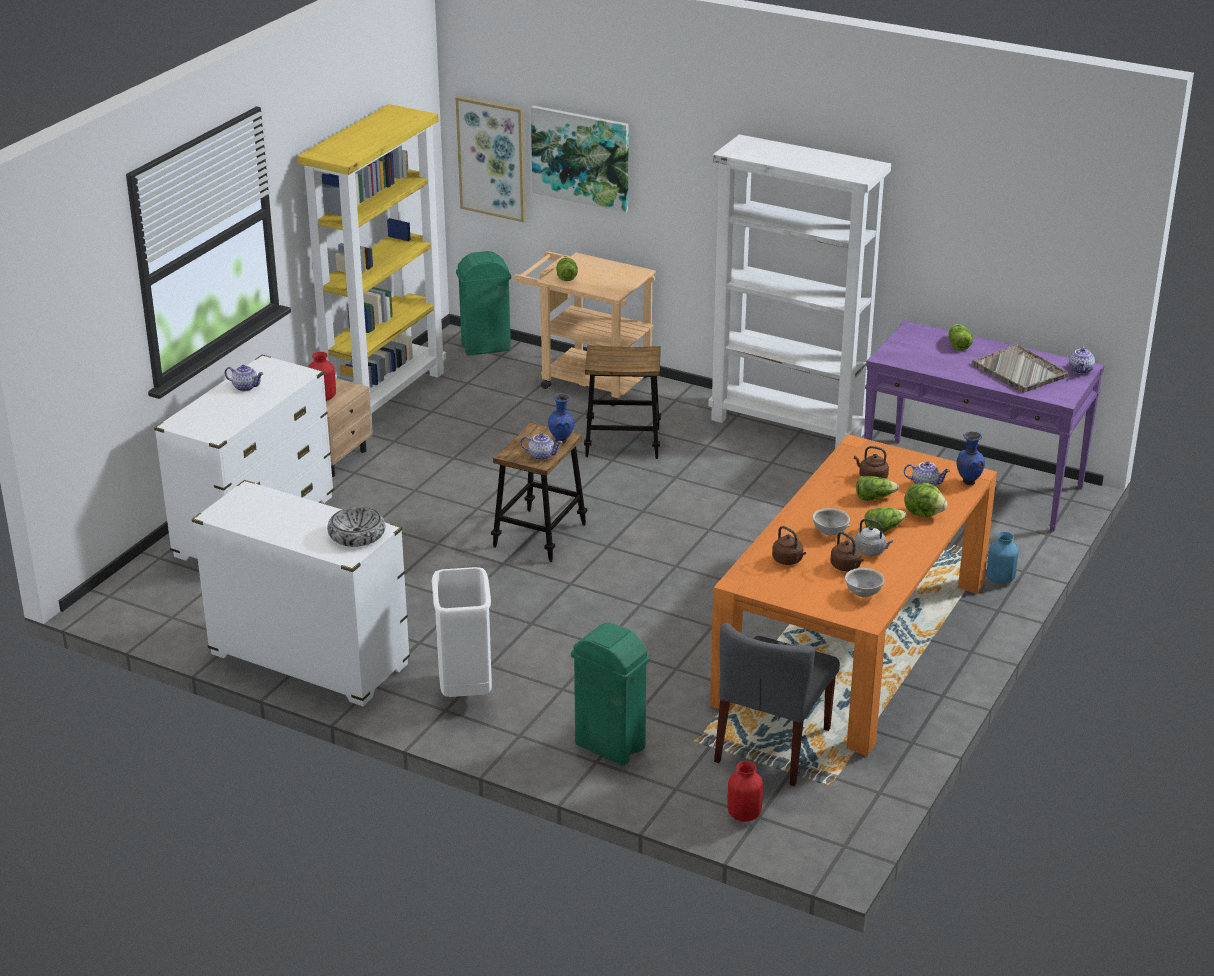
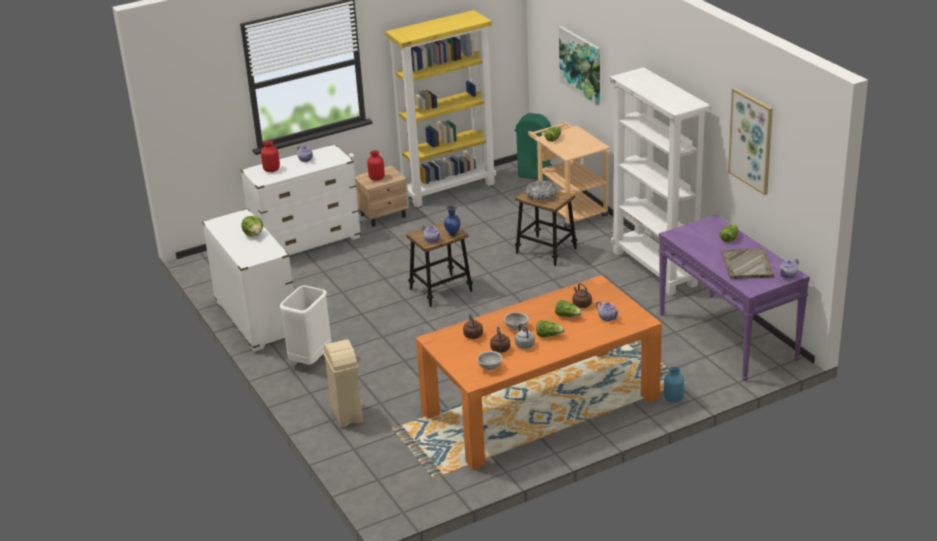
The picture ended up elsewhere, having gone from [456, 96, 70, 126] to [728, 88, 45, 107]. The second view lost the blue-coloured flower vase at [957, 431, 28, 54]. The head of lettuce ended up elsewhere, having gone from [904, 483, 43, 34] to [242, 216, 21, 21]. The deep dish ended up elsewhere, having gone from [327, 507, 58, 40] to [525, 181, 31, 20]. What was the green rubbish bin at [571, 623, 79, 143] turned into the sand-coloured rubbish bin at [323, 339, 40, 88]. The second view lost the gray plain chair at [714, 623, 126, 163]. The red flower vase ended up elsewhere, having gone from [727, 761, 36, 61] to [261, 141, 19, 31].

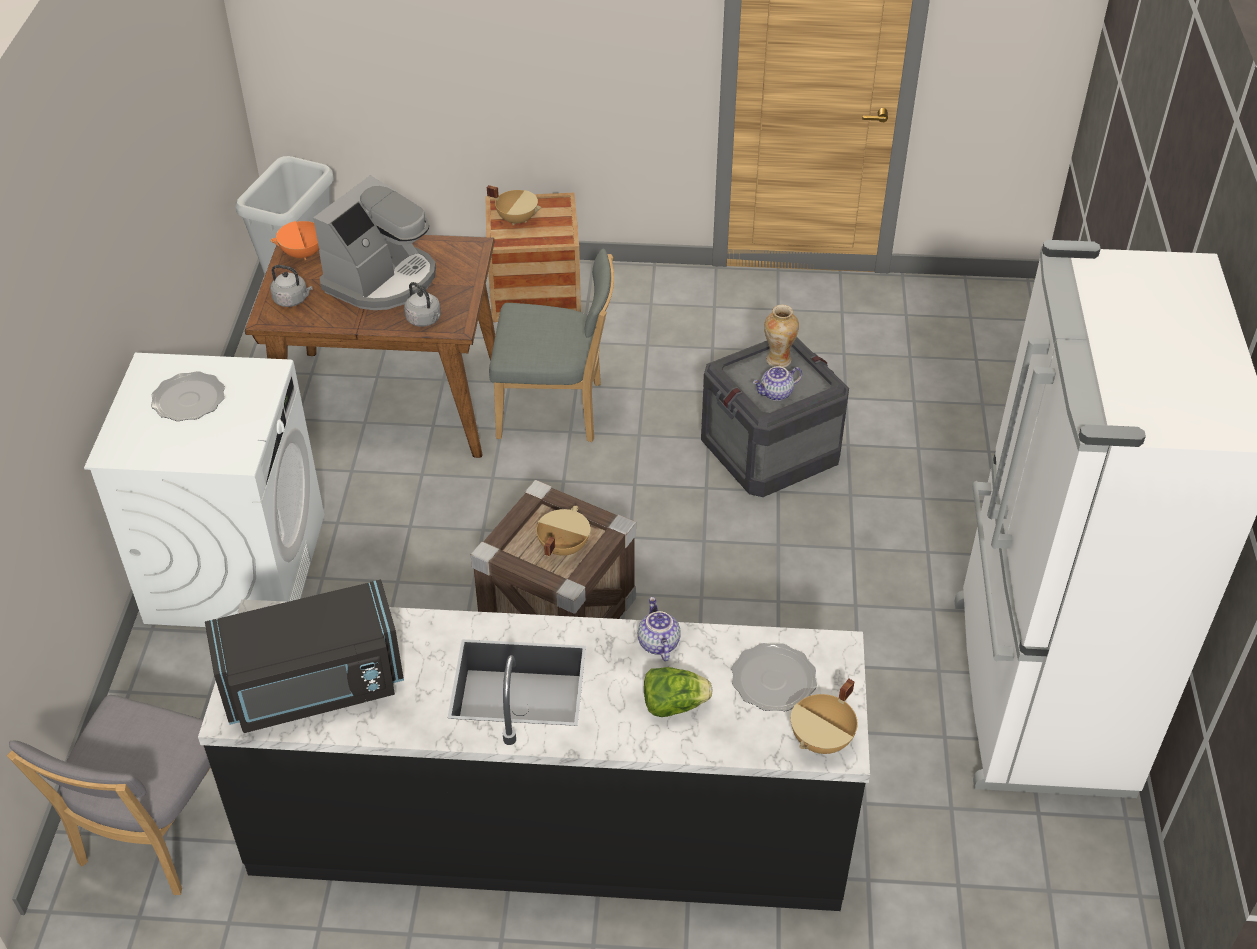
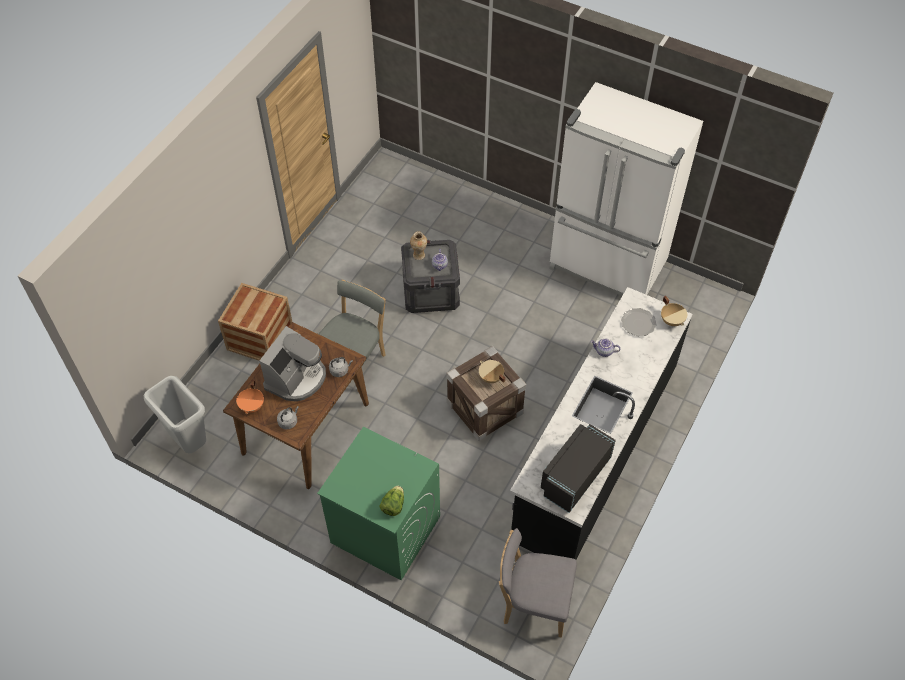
The coffee brewer at [313, 175, 123, 135] ended up facing another way, 60 degrees clockwise from before. The second view lost the sand-coloured saucepot at [487, 185, 54, 41]. What was the whitish laundry machine at [84, 353, 240, 274] turned into the green laundry machine at [317, 427, 123, 153]. The second view lost the plate at [151, 371, 74, 50]. The black-coloured kitchen microwave at [205, 580, 199, 153] ended up facing another way, 150 degrees counterclockwise from before. The head of lettuce ended up elsewhere, having gone from [644, 667, 69, 50] to [380, 486, 24, 30]. The gray plain chair at [7, 695, 204, 200] ended up facing another way, 150 degrees clockwise from before.

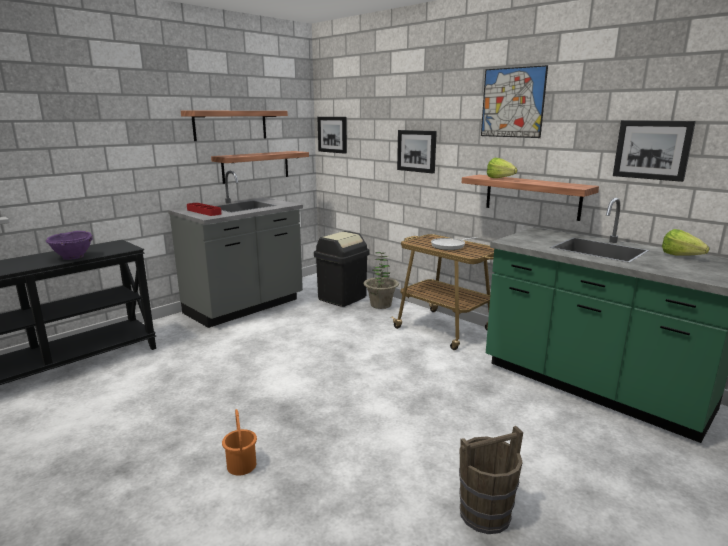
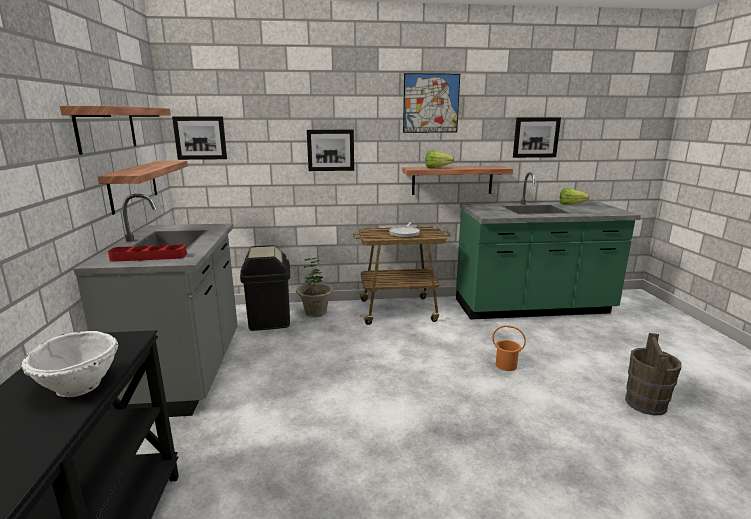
What was the purple-coloured deep dish at [46, 231, 47, 29] turned into the whitish deep dish at [21, 331, 97, 66]. The orangey water bucket ended up elsewhere, having gone from [222, 409, 35, 67] to [492, 325, 34, 46].

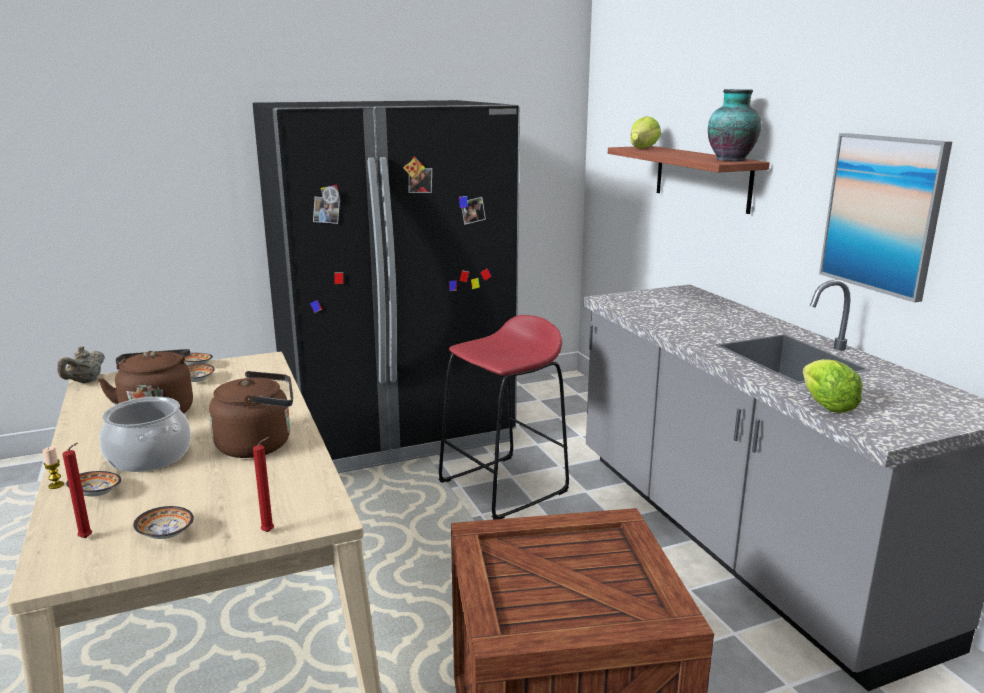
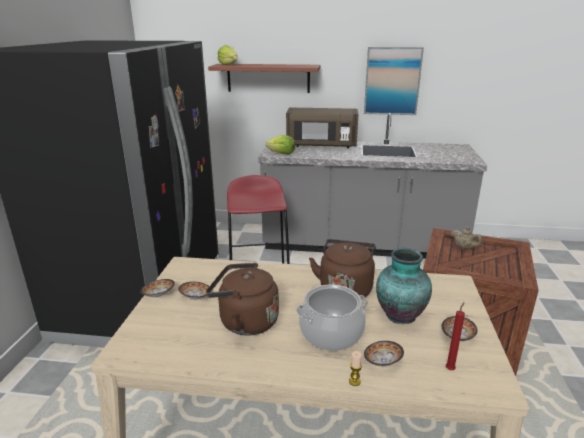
The flower vase ended up elsewhere, having gone from [708, 89, 53, 72] to [376, 248, 56, 76]. The sand-coloured teapot ended up elsewhere, having gone from [57, 346, 48, 37] to [450, 227, 32, 23]. The head of lettuce ended up elsewhere, having gone from [803, 359, 60, 54] to [266, 135, 29, 19]. The second view lost the red wax light at [253, 437, 21, 95]. The second view gained the brownish kitchen microwave at [286, 108, 72, 40].

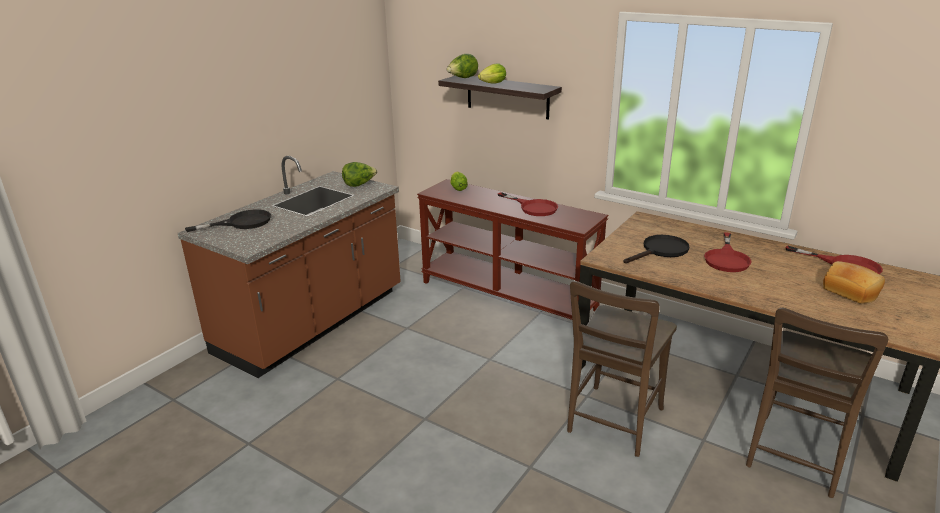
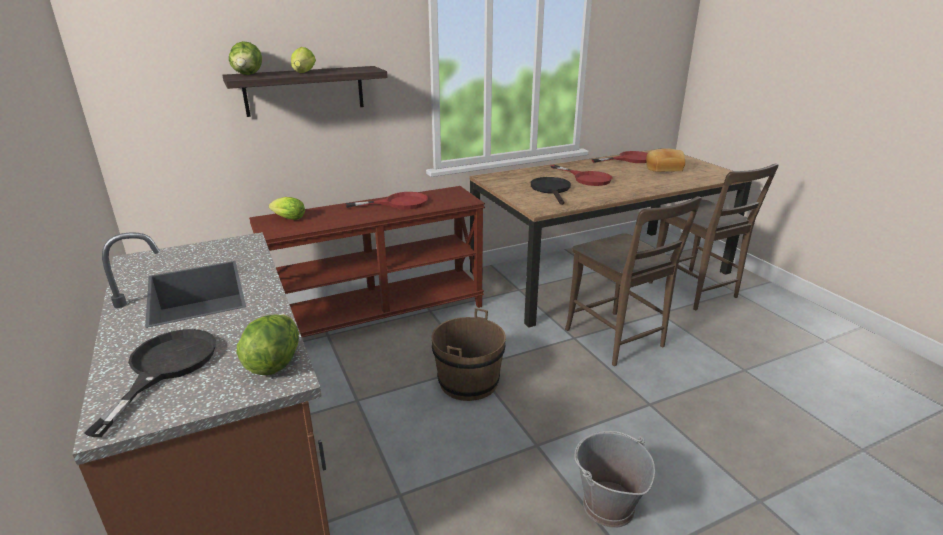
The head of lettuce ended up elsewhere, having gone from [342, 162, 35, 25] to [237, 314, 62, 61]. The second view gained the brownish water bucket at [431, 308, 75, 93]. The second view gained the gray water bucket at [574, 431, 81, 97].

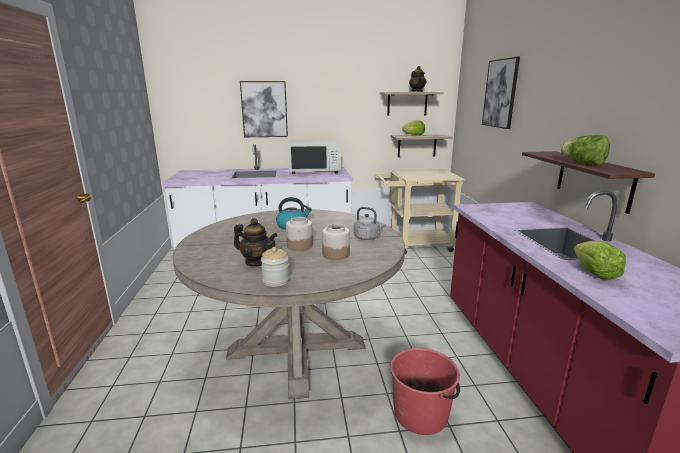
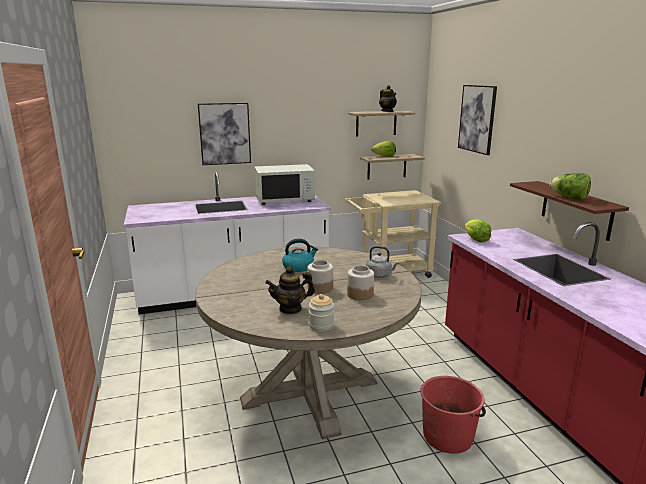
The teapot at [234, 218, 44, 48] ended up facing another way, 150 degrees clockwise from before. The head of lettuce ended up elsewhere, having gone from [574, 241, 52, 39] to [465, 219, 26, 23].

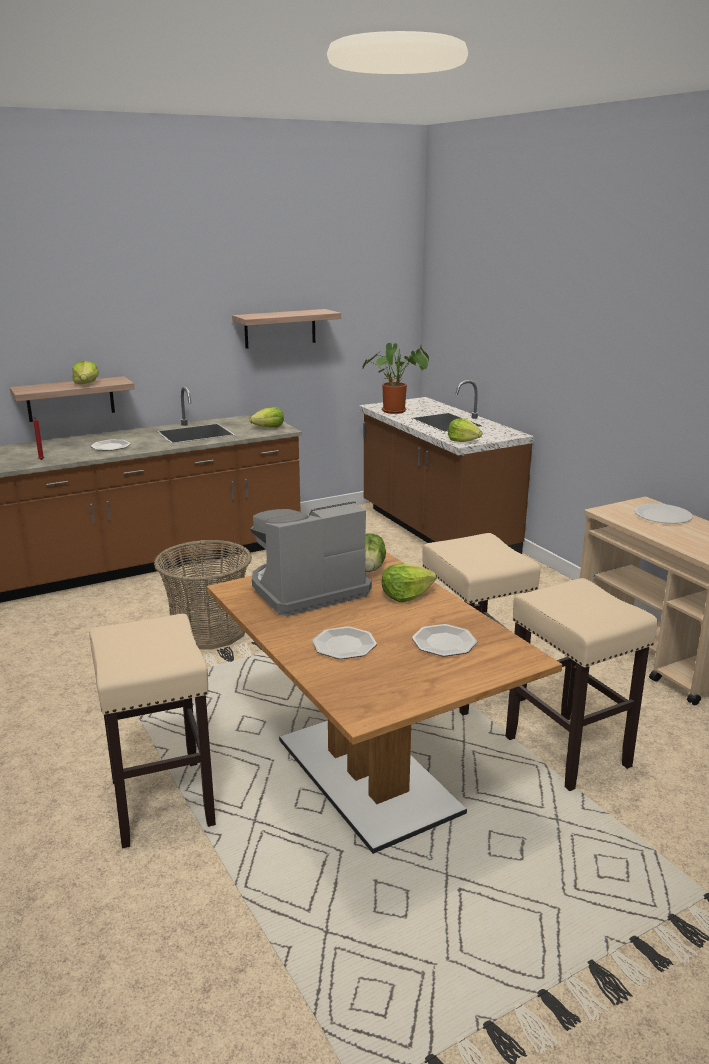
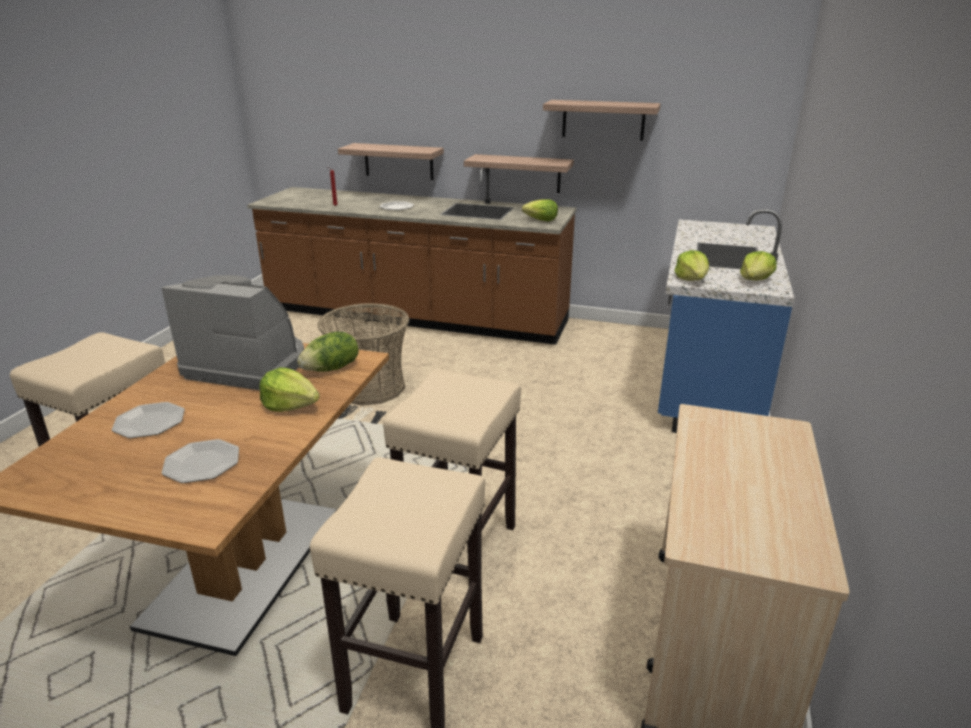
The second view lost the houseplant at [362, 343, 67, 71]. The head of lettuce ended up elsewhere, having gone from [72, 361, 27, 23] to [740, 251, 37, 29]. What was the brownish kitchen base unit at [359, 380, 175, 174] turned into the blue-coloured kitchen base unit at [658, 209, 137, 224]. The second view lost the whitish plate at [634, 503, 59, 21]. The second view gained the bracket shelf at [464, 154, 110, 39].

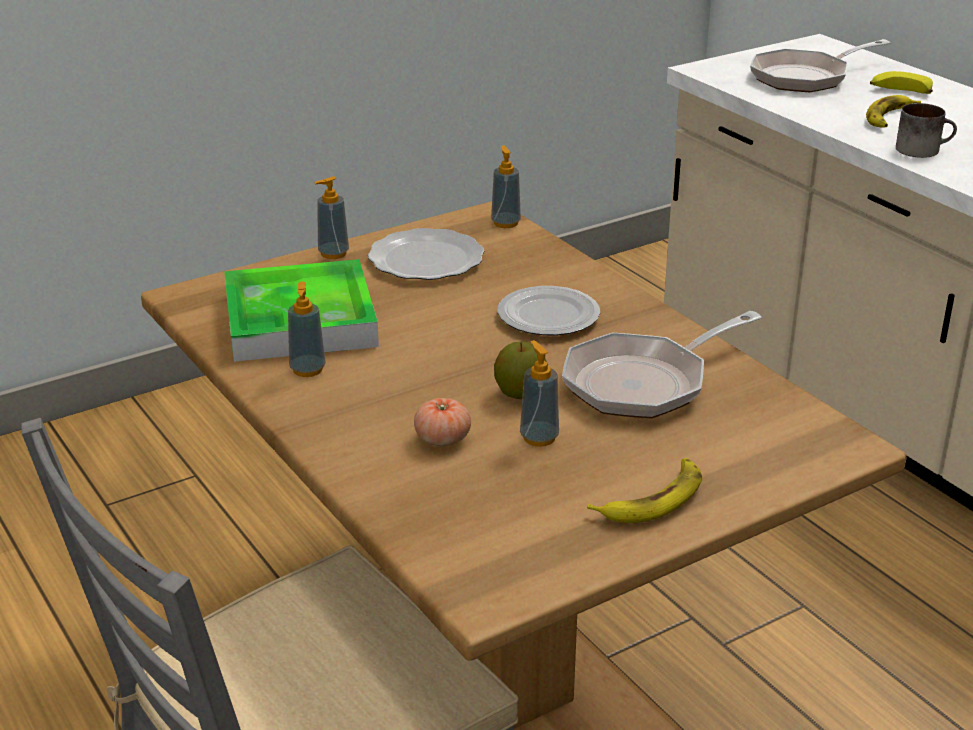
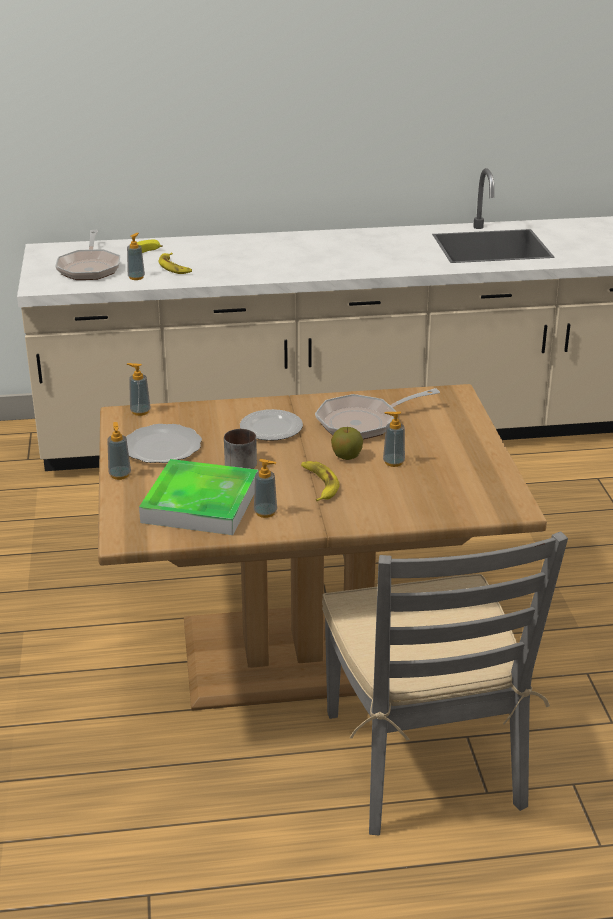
The coffee mug ended up elsewhere, having gone from [896, 103, 61, 55] to [224, 429, 33, 40]. The pan at [562, 311, 200, 107] ended up facing another way, 75 degrees clockwise from before. The second view lost the whole tomato at [414, 398, 57, 48]. The banana ended up elsewhere, having gone from [587, 458, 115, 65] to [301, 461, 38, 40]. The second view gained the soap bottle at [127, 233, 18, 47].

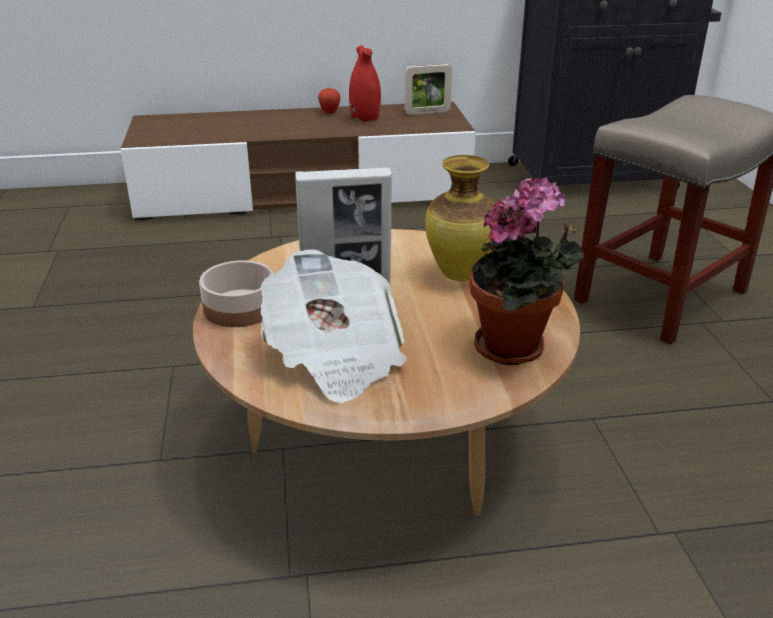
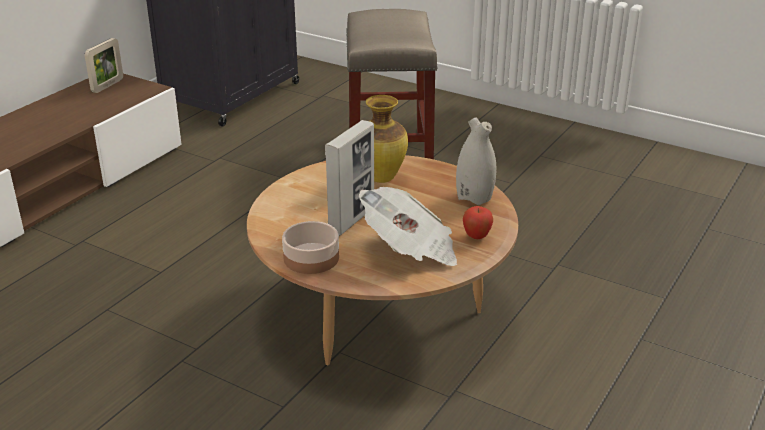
The second view lost the red flower vase at [349, 46, 32, 76]. The whole apple ended up elsewhere, having gone from [318, 88, 22, 26] to [463, 206, 30, 33]. Where the houseplant stood at [469, 177, 115, 188], the whitish flower vase came to stand at [456, 117, 40, 88].

